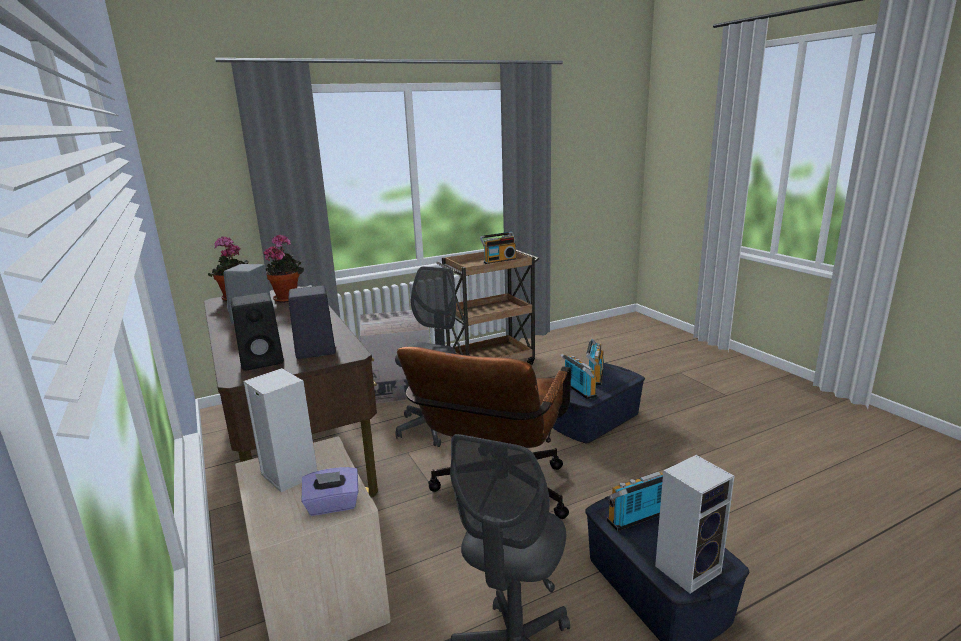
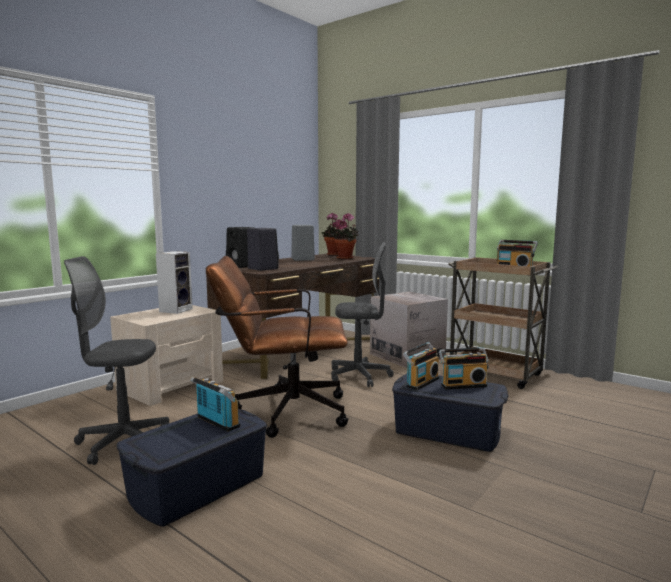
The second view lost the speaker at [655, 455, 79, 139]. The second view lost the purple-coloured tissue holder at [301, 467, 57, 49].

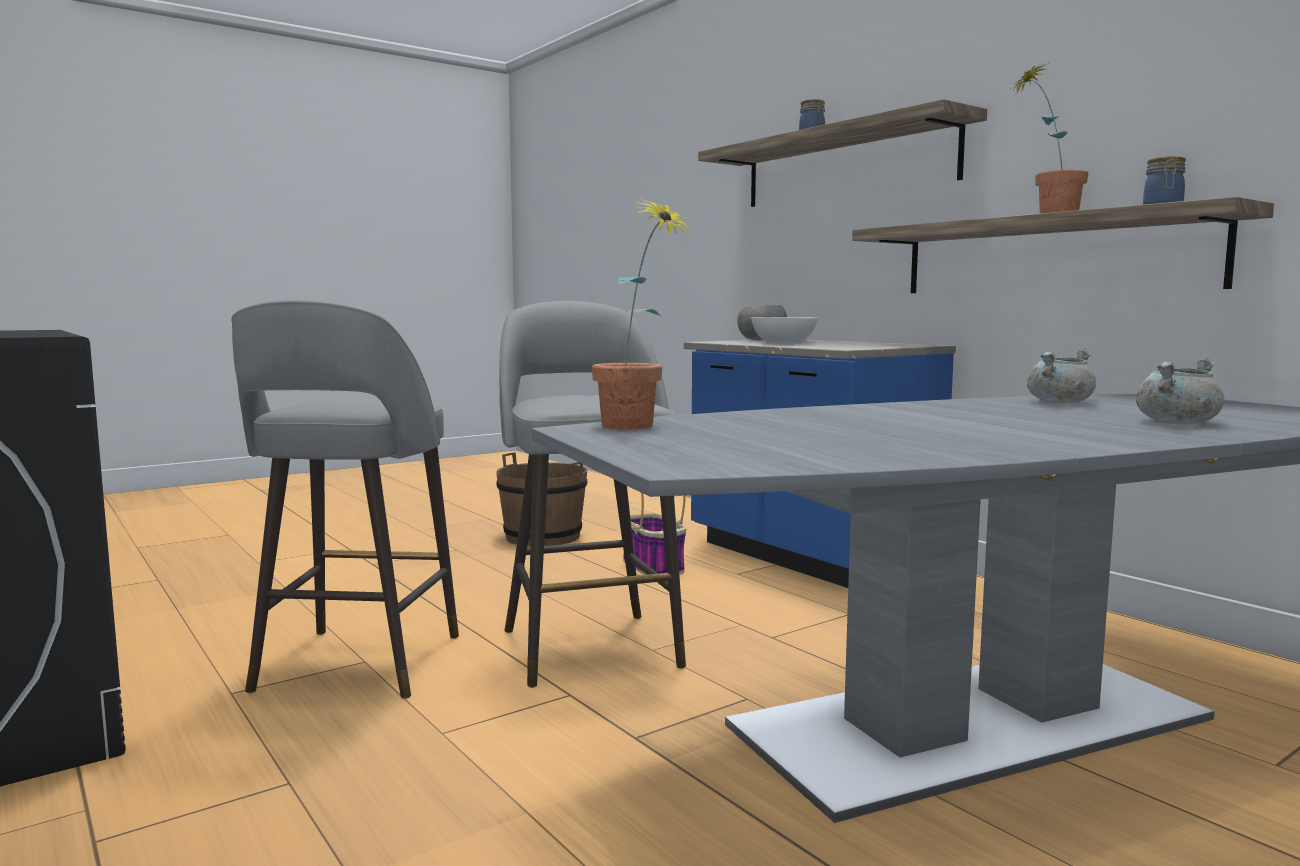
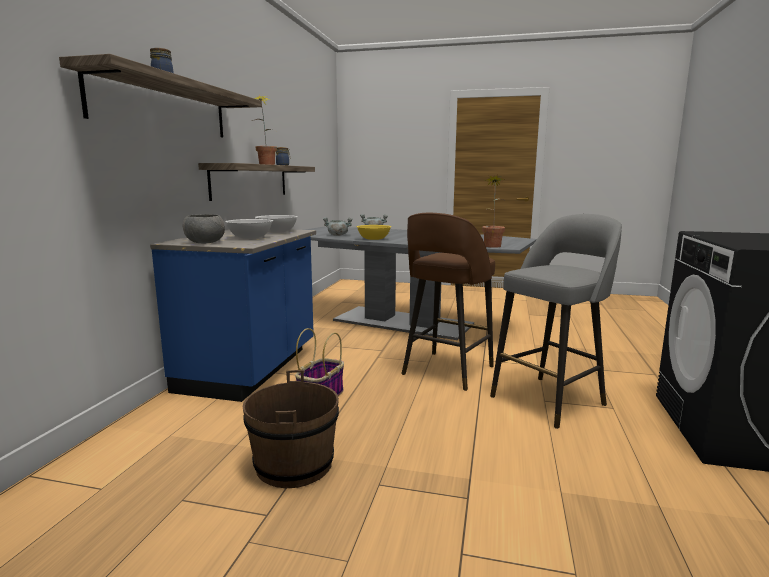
What was the gray sitting stool at [499, 301, 187, 387] turned into the brownish sitting stool at [401, 213, 94, 178]. The second view gained the whitish deep dish at [255, 215, 43, 18]. The second view gained the yellow deep dish at [356, 225, 35, 15].

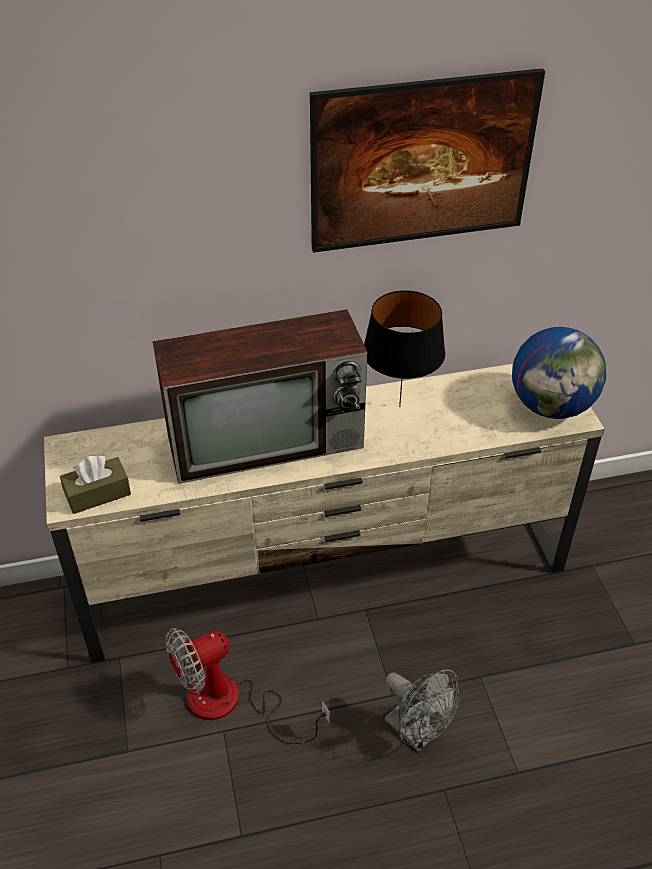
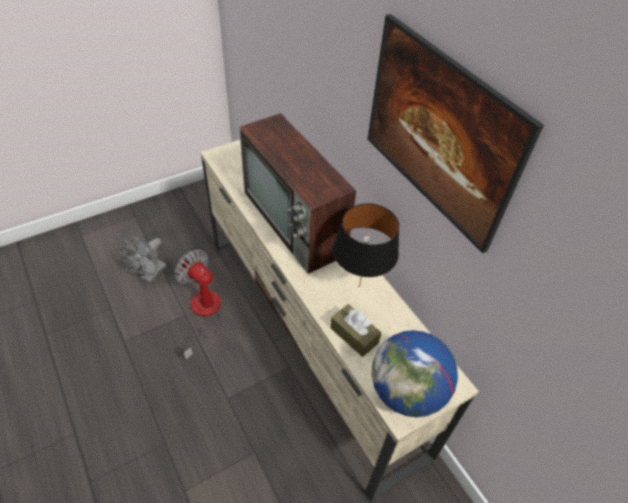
The brownish tissue holder ended up elsewhere, having gone from [60, 455, 71, 59] to [330, 304, 51, 53]. The gray fan ended up elsewhere, having gone from [385, 669, 75, 83] to [120, 236, 47, 47].

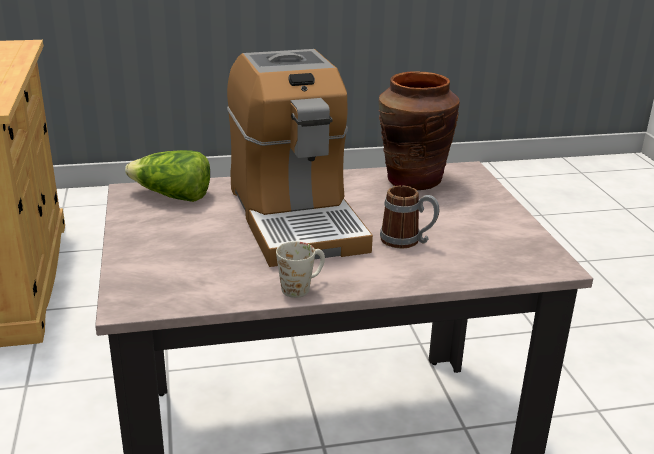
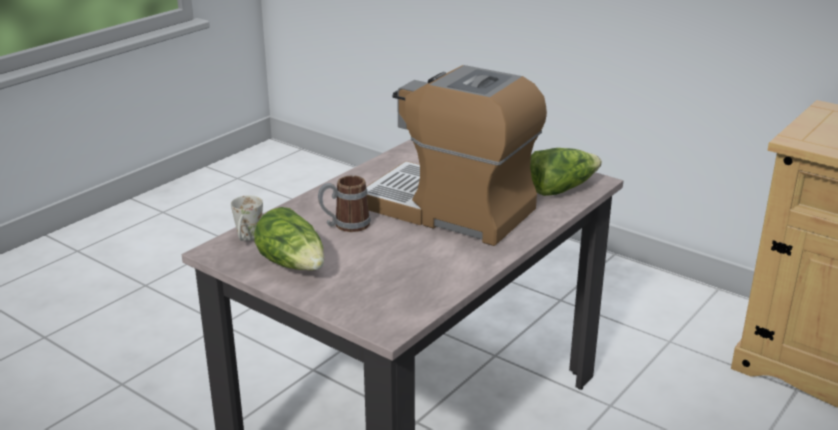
The second view lost the brownish flower vase at [378, 71, 82, 119]. The whitish coffee mug ended up elsewhere, having gone from [276, 241, 49, 57] to [231, 195, 32, 46]. The second view gained the head of lettuce at [254, 207, 70, 64].

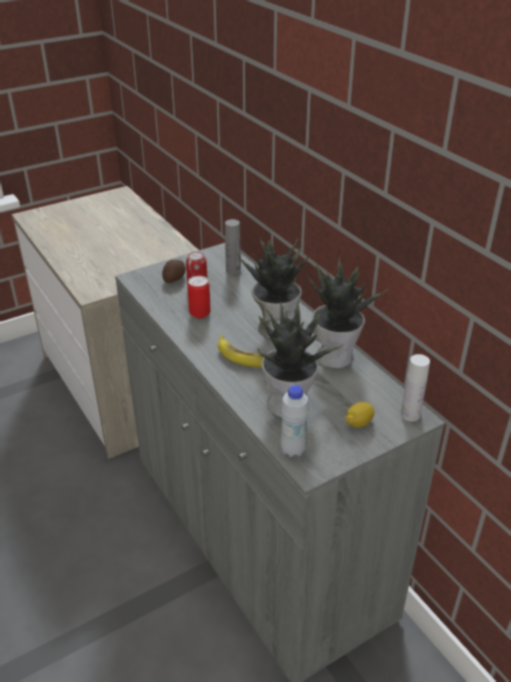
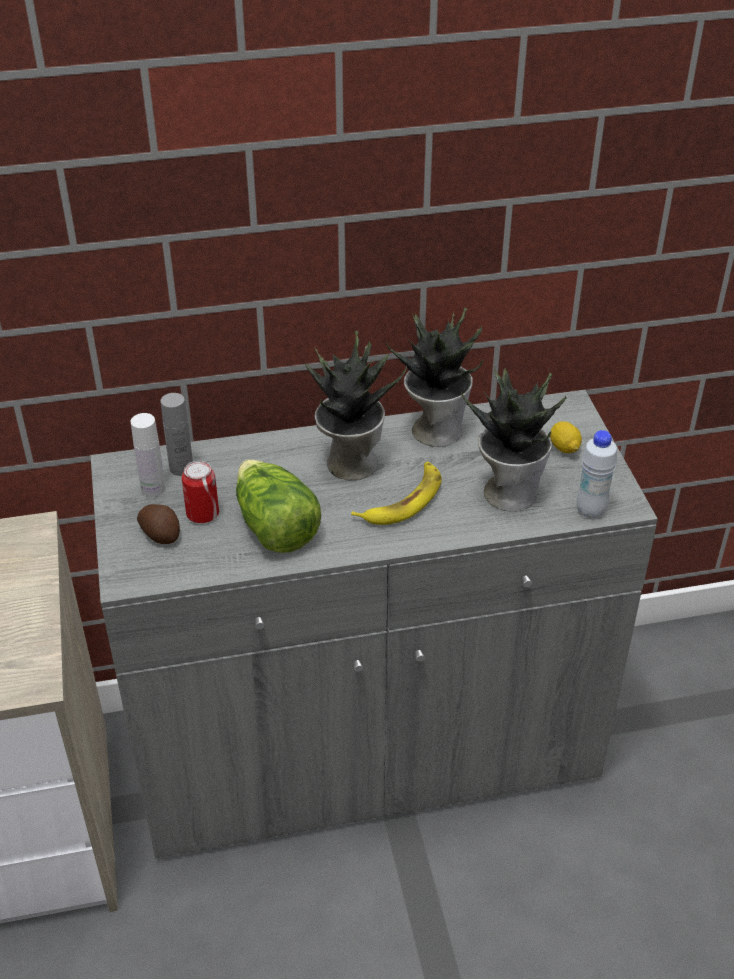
Where the can stood at [187, 276, 24, 43], the head of lettuce came to stand at [236, 459, 85, 94]. The whitish bottle ended up elsewhere, having gone from [401, 354, 29, 67] to [131, 413, 35, 84].

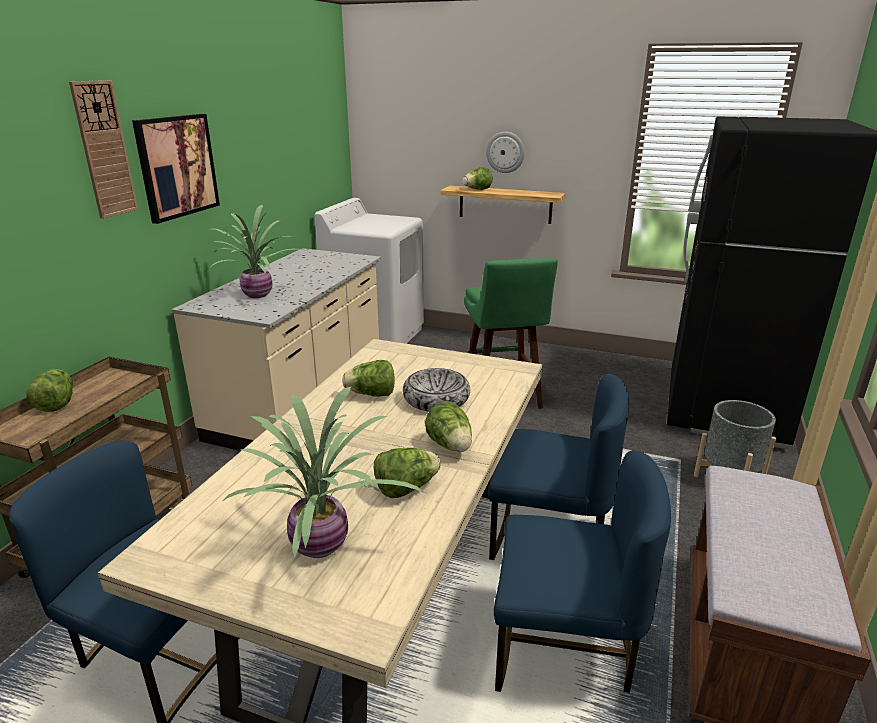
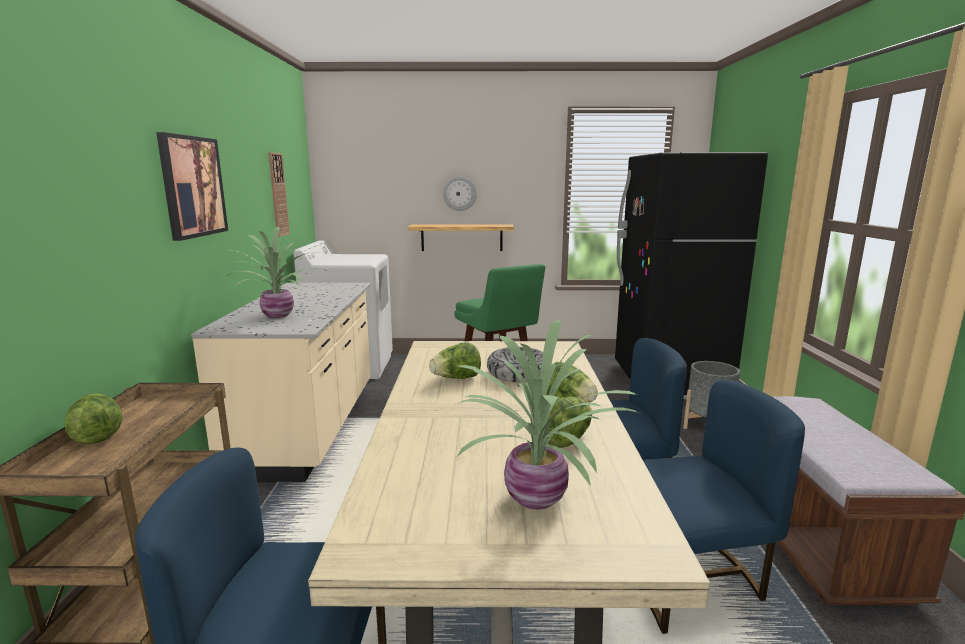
The wall clock ended up elsewhere, having gone from [69, 80, 69, 139] to [268, 152, 22, 85]. The second view lost the head of lettuce at [462, 167, 31, 23].

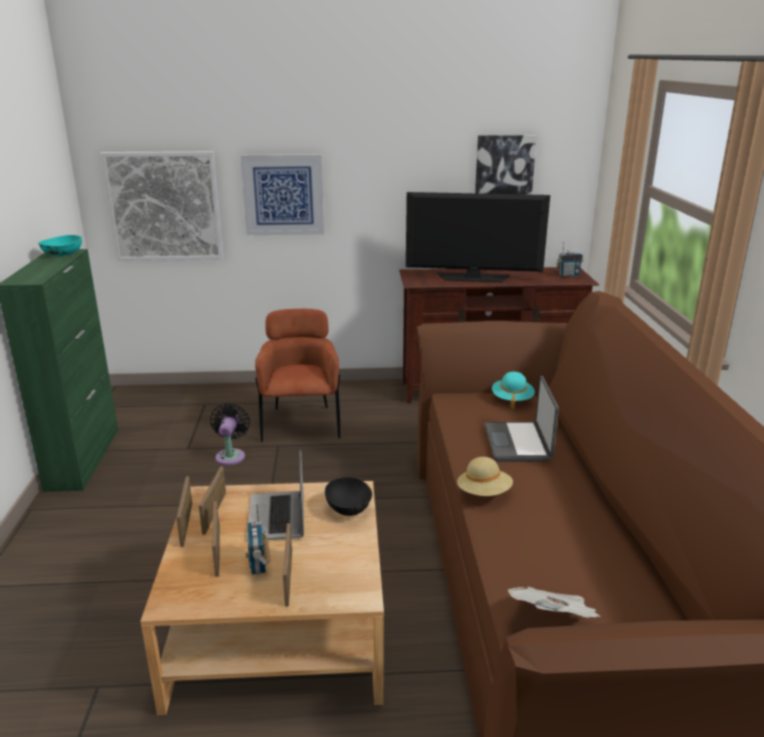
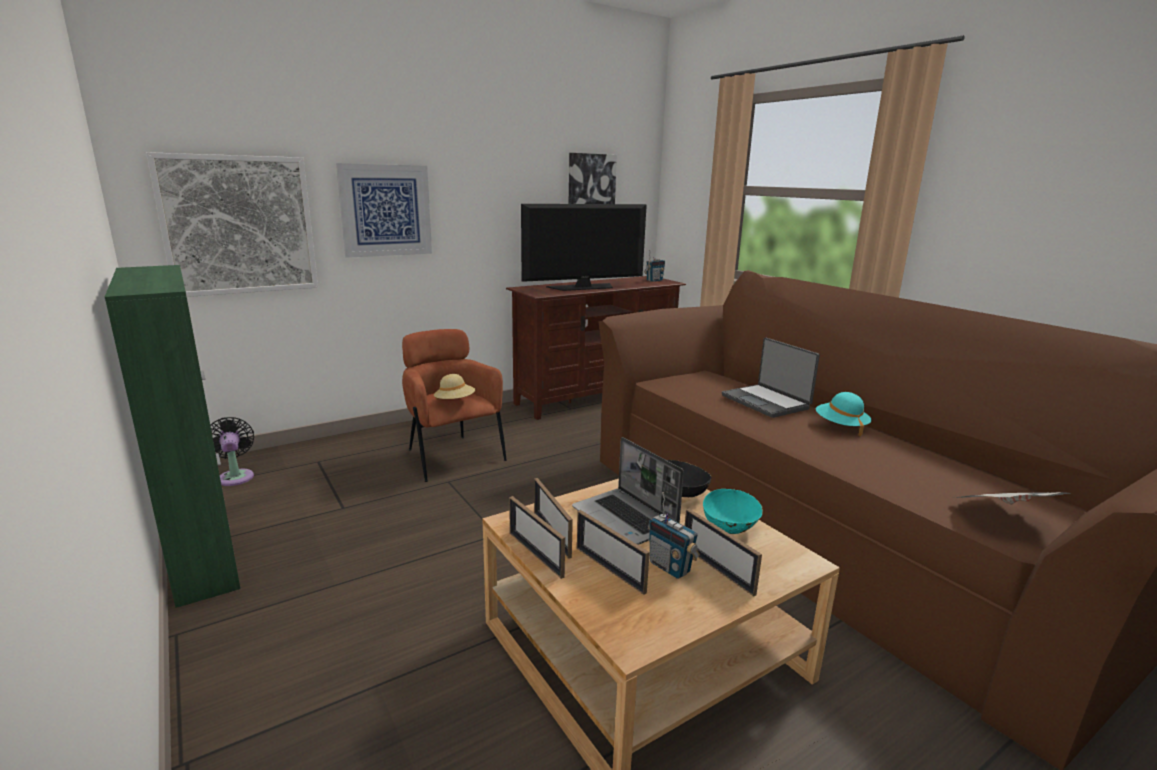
The turquoise deep dish ended up elsewhere, having gone from [38, 235, 44, 21] to [703, 489, 60, 45]. The turquoise hat ended up elsewhere, having gone from [492, 372, 43, 37] to [816, 392, 56, 44]. The black-coloured fan ended up elsewhere, having gone from [210, 403, 40, 62] to [210, 417, 44, 69]. The sand-coloured hat ended up elsewhere, having gone from [457, 457, 56, 39] to [434, 374, 41, 25].

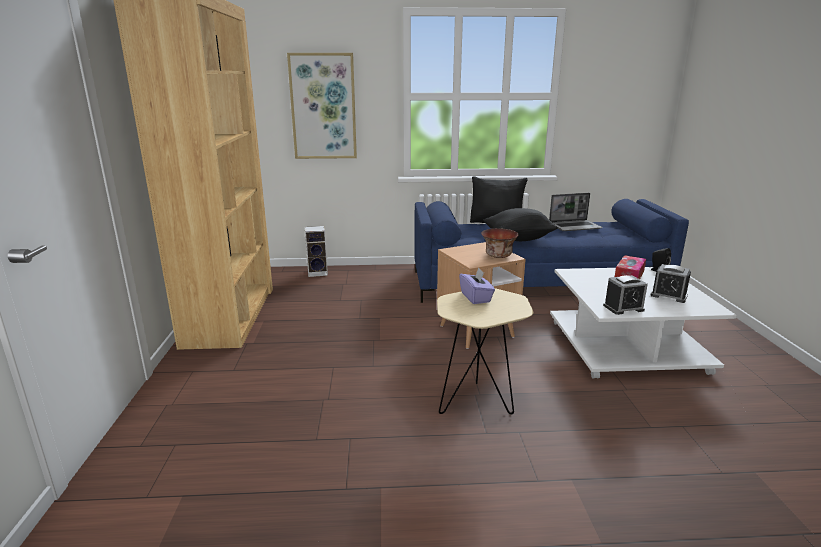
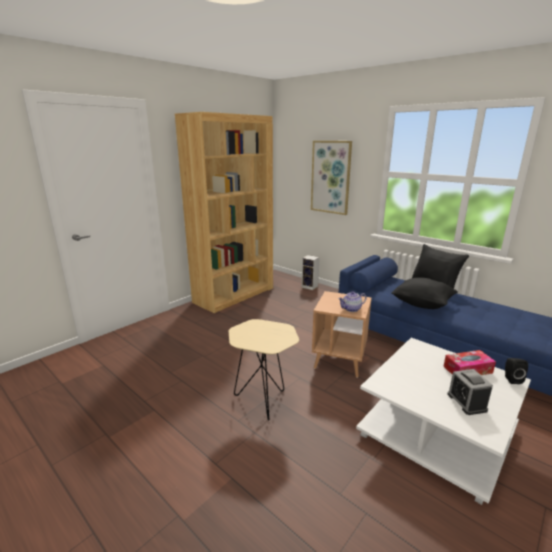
The second view lost the notebook computer at [549, 193, 53, 38]. Where the deep dish stood at [481, 228, 38, 30], the teapot came to stand at [338, 291, 29, 21]. The second view lost the purple-coloured tissue holder at [459, 268, 36, 36]. The second view lost the alarm clock at [603, 275, 45, 40].

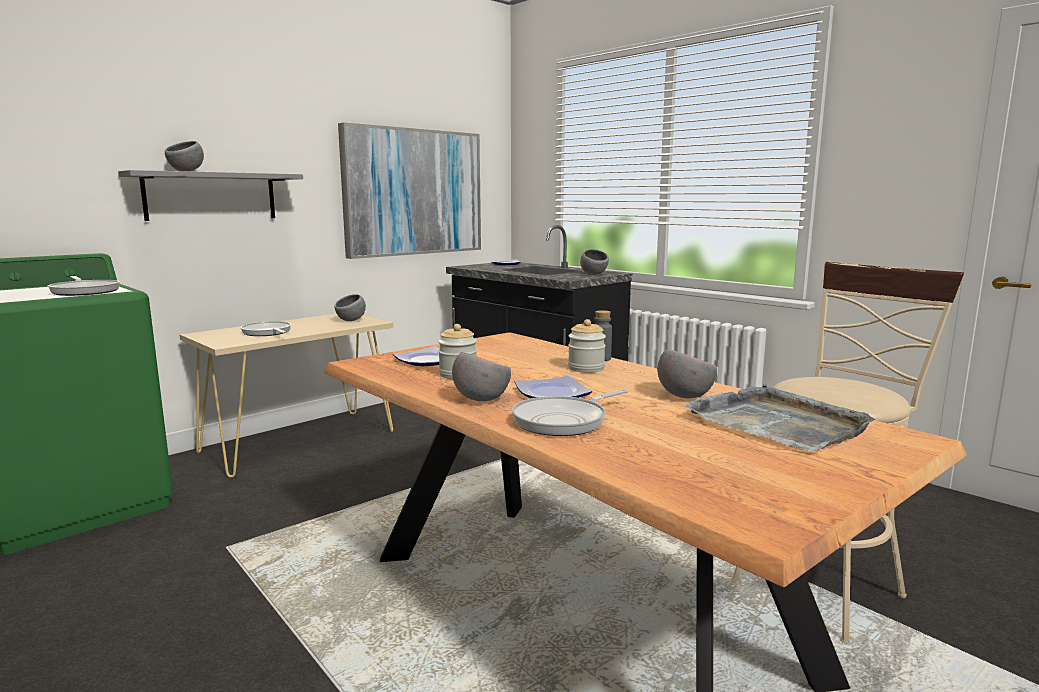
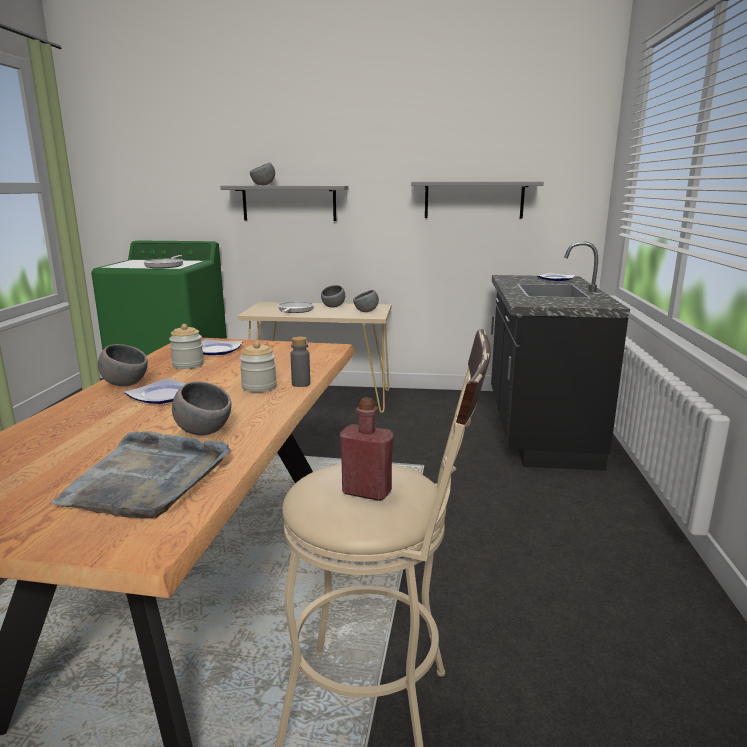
Where the picture hung at [338, 123, 143, 136], the gray bracket shelf came to hang at [411, 182, 133, 36]. The gray deep dish ended up elsewhere, having gone from [580, 249, 29, 26] to [321, 285, 24, 23]. The second view lost the pan at [512, 389, 116, 47]. The second view gained the red bottle at [340, 397, 54, 104].

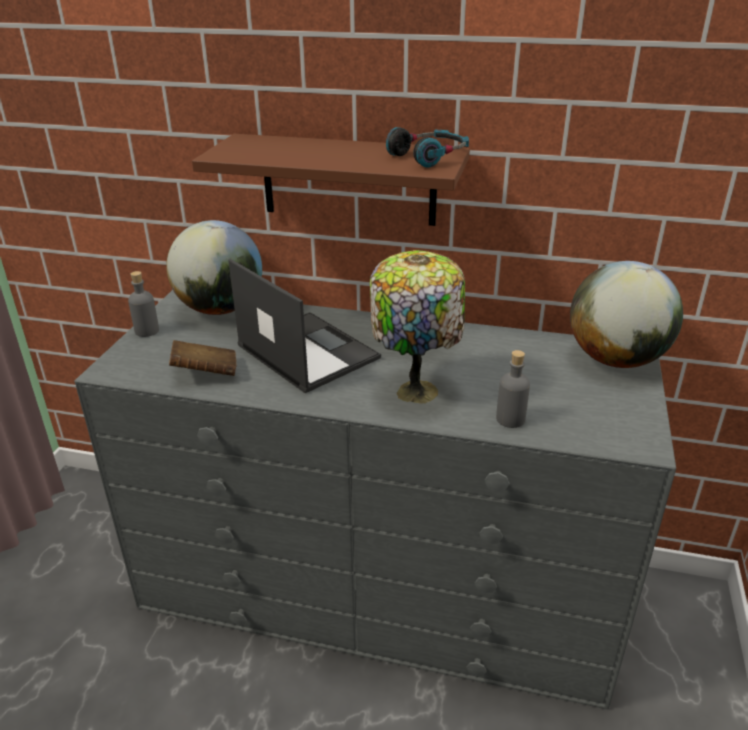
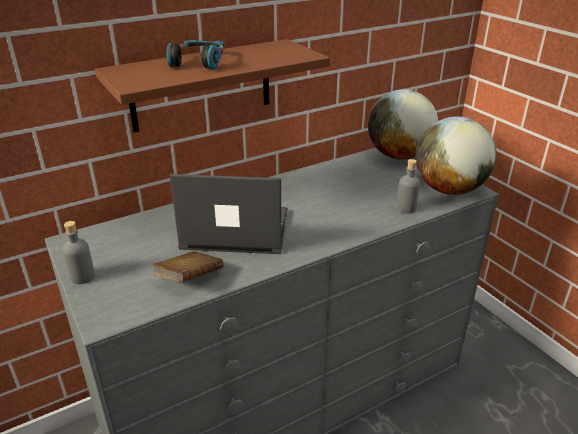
The headphones ended up elsewhere, having gone from [386, 127, 83, 40] to [166, 40, 58, 29]. The desk globe ended up elsewhere, having gone from [166, 220, 96, 95] to [415, 116, 81, 79]. The second view lost the table lamp at [370, 250, 95, 154].

